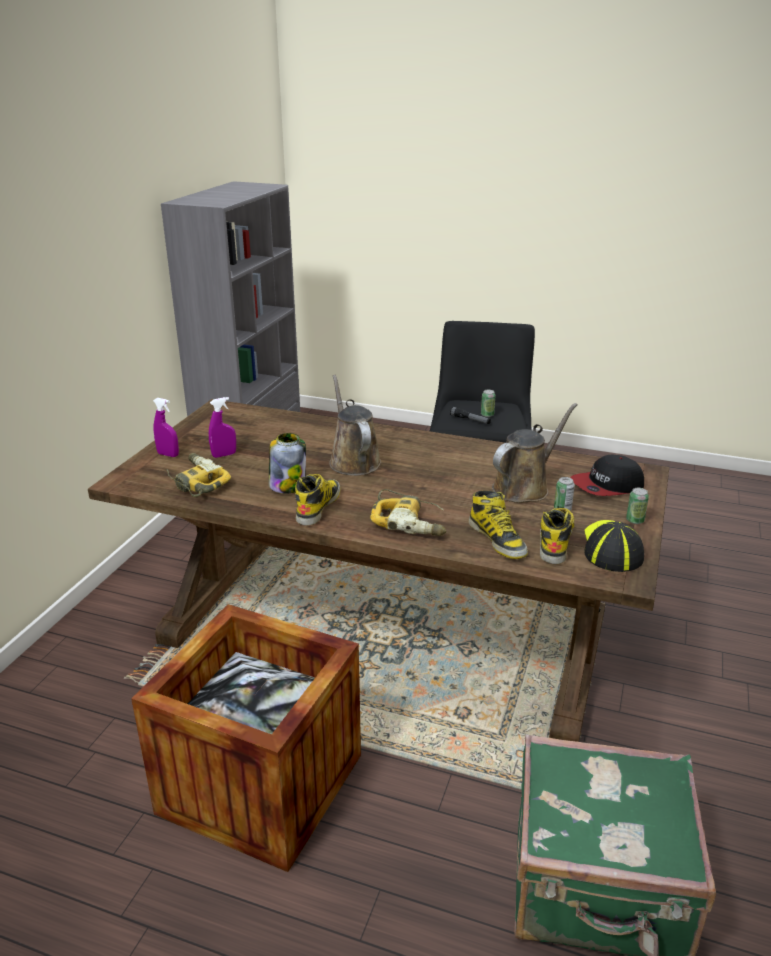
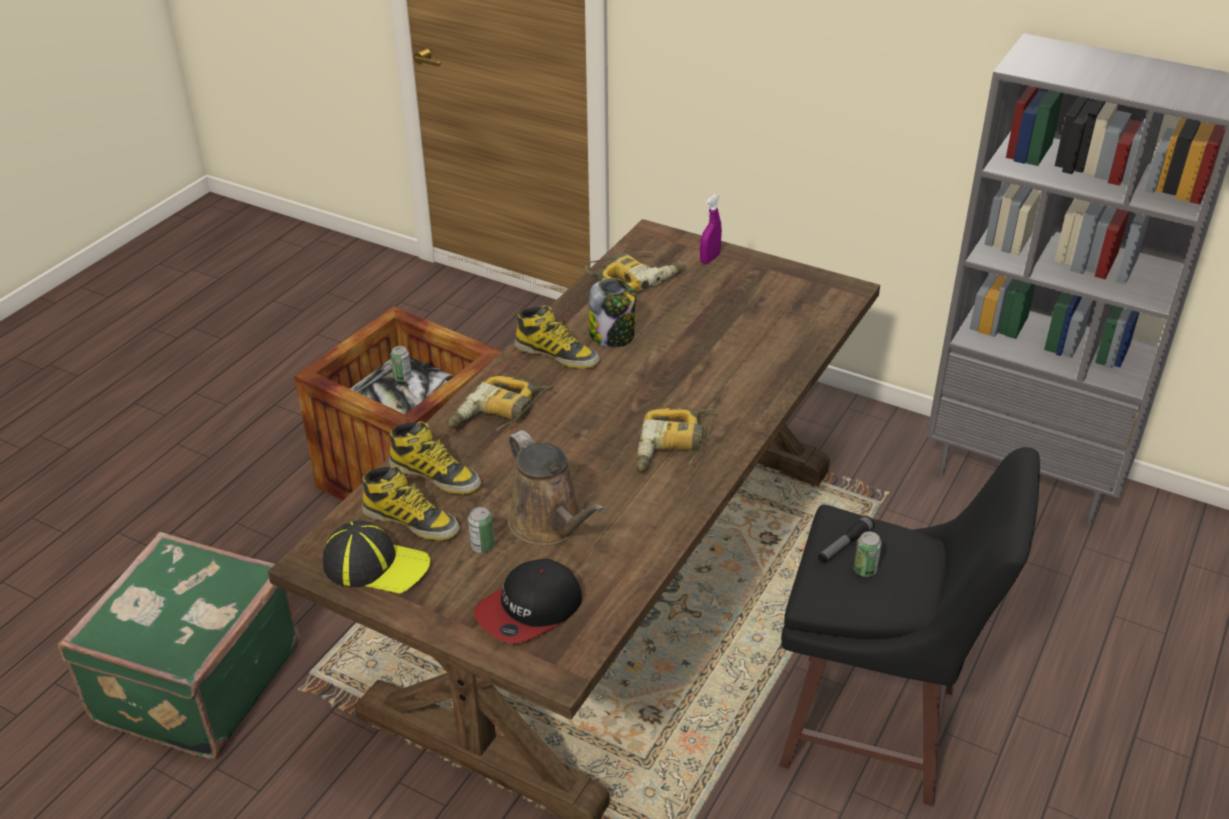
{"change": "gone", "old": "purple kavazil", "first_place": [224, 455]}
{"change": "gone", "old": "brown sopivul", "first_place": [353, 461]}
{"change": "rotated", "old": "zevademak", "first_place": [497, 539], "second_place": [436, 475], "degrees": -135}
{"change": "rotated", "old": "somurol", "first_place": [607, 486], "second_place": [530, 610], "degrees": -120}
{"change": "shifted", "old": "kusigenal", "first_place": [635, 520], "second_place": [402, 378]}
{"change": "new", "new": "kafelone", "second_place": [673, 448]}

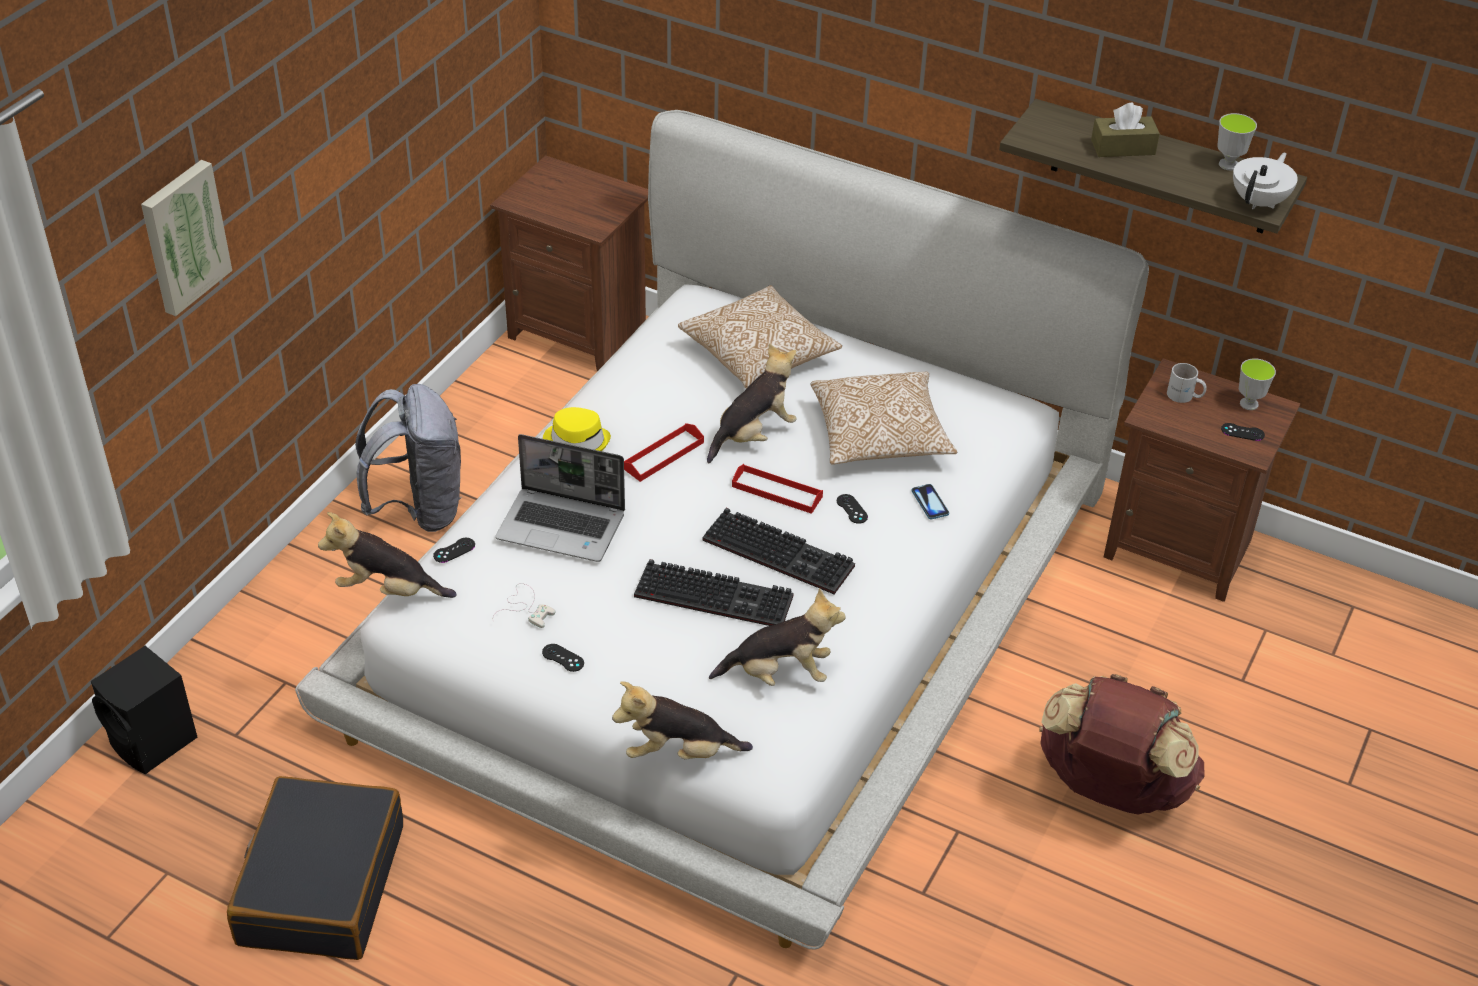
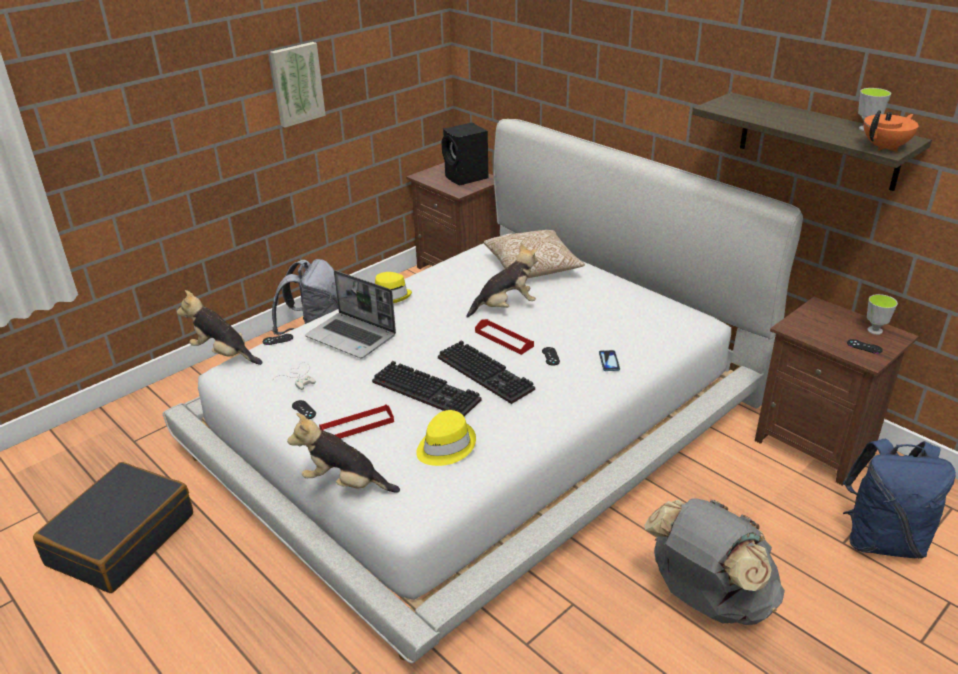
{"change": "shifted", "old": "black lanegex", "first_place": [154, 743], "second_place": [466, 178]}
{"change": "shifted", "old": "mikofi", "first_place": [183, 236], "second_place": [296, 84]}
{"change": "shifted", "old": "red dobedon", "first_place": [663, 455], "second_place": [357, 426]}
{"change": "swapped", "old": "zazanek", "new": "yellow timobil", "first_place": [780, 674], "second_place": [445, 446]}
{"change": "gone", "old": "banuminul", "first_place": [879, 437]}
{"change": "repainted", "old": "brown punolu", "new": "grey punolu", "first_place": [1110, 788], "second_place": [708, 599]}
{"change": "gone", "old": "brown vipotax", "first_place": [1123, 147]}
{"change": "gone", "old": "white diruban", "first_place": [1184, 396]}
{"change": "repainted", "old": "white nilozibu", "new": "orange nilozibu", "first_place": [1259, 202], "second_place": [885, 147]}
{"change": "new", "new": "blue punolu", "second_place": [882, 540]}

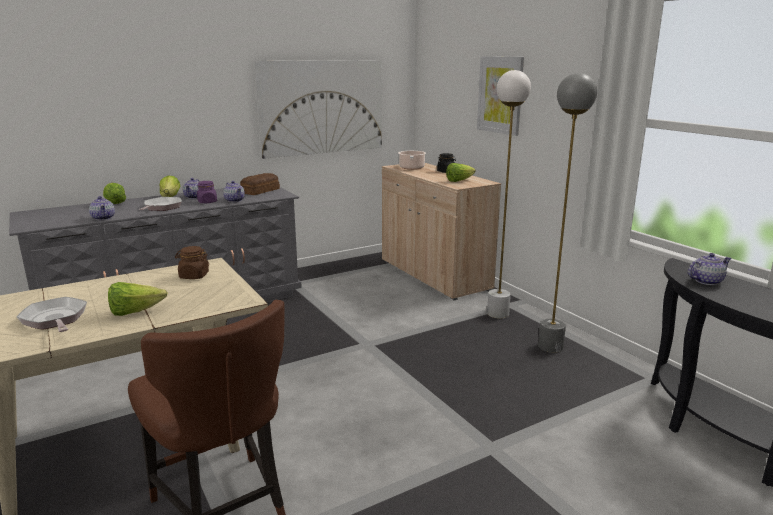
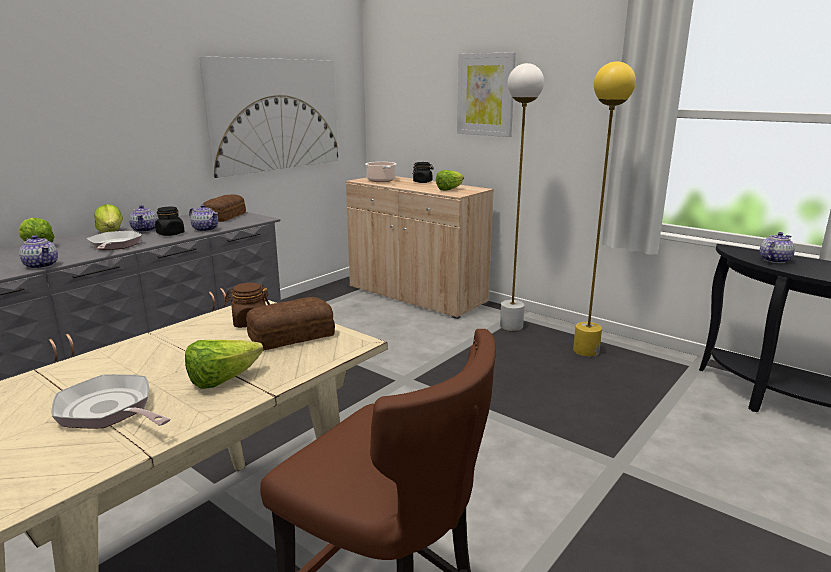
{"change": "repainted", "old": "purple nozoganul", "new": "black nozoganul", "first_place": [207, 202], "second_place": [170, 234]}
{"change": "repainted", "old": "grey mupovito", "new": "yellow mupovito", "first_place": [550, 347], "second_place": [585, 351]}
{"change": "new", "new": "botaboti", "second_place": [290, 336]}

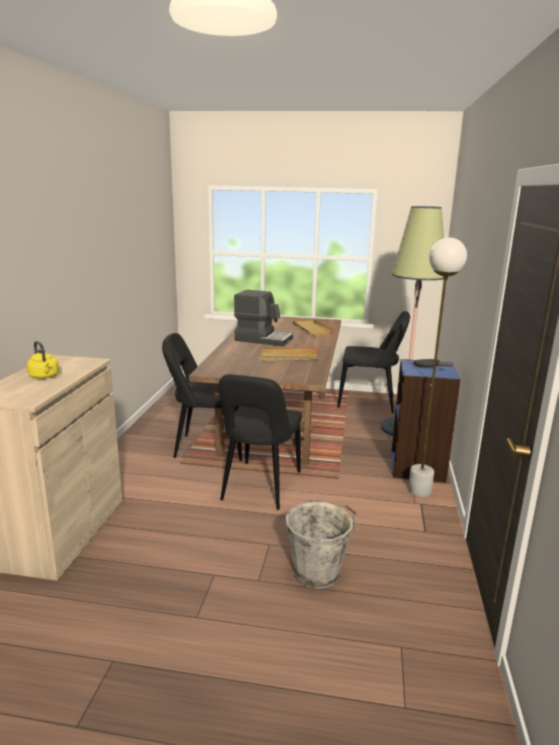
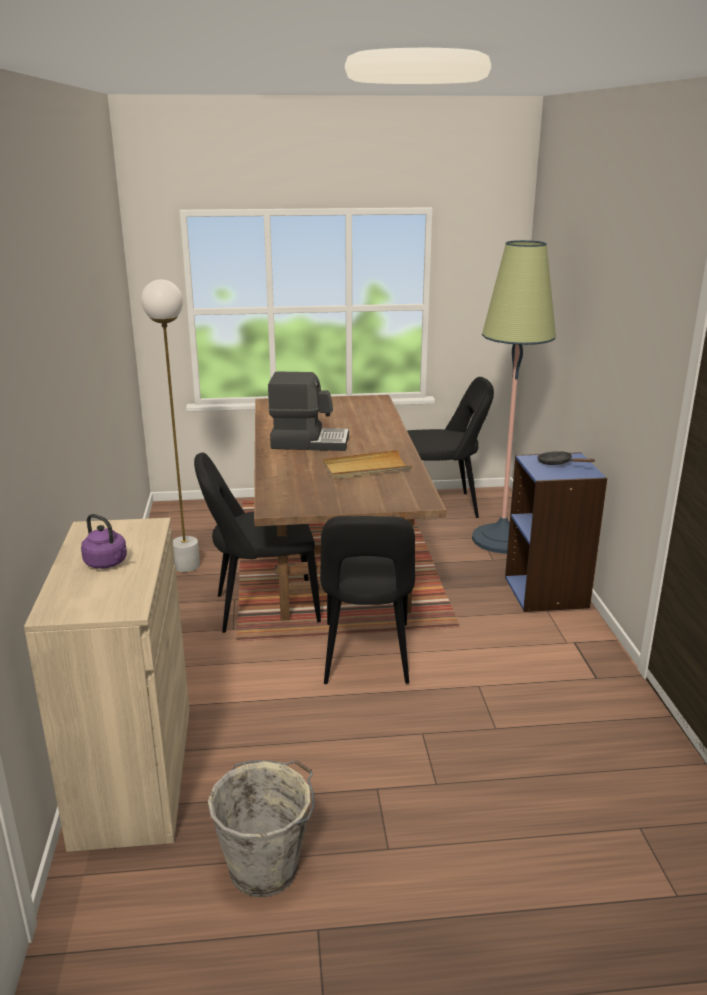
{"change": "repainted", "old": "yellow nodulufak", "new": "purple nodulufak", "first_place": [44, 377], "second_place": [107, 563]}
{"change": "shifted", "old": "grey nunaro", "first_place": [318, 572], "second_place": [266, 867]}
{"change": "gone", "old": "beige dobedon", "first_place": [311, 329]}
{"change": "shifted", "old": "white mupovito", "first_place": [419, 490], "second_place": [186, 566]}

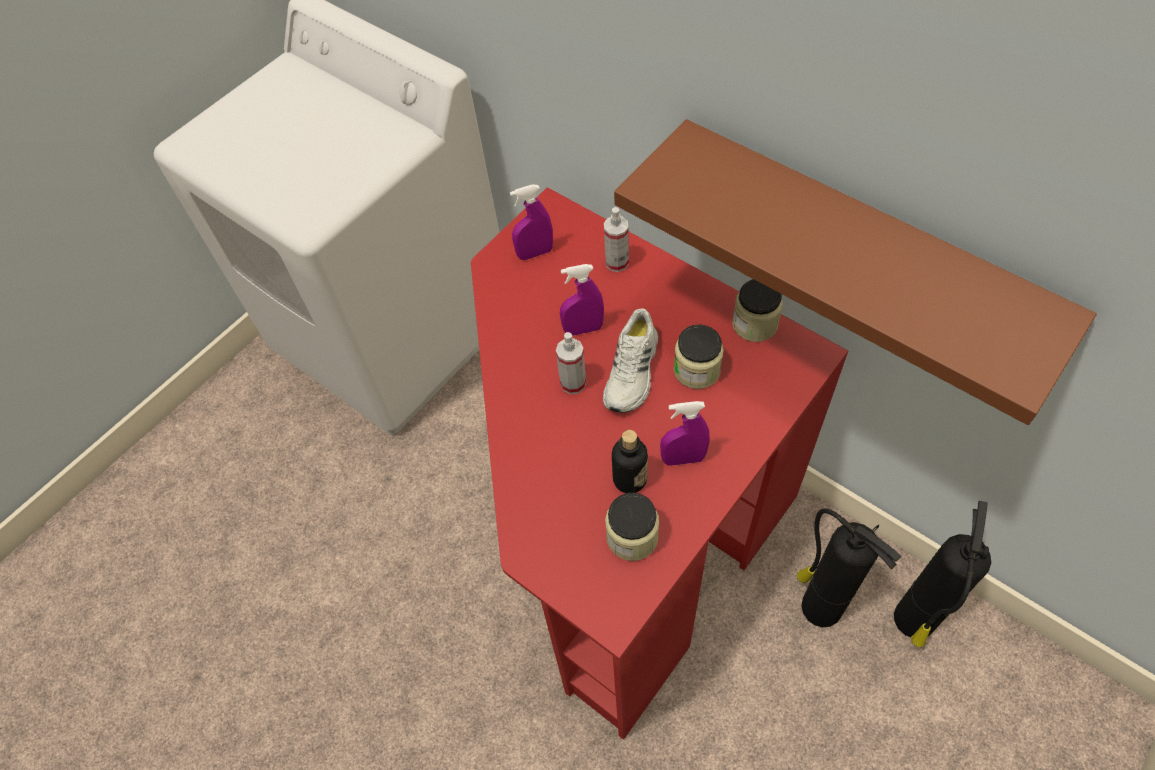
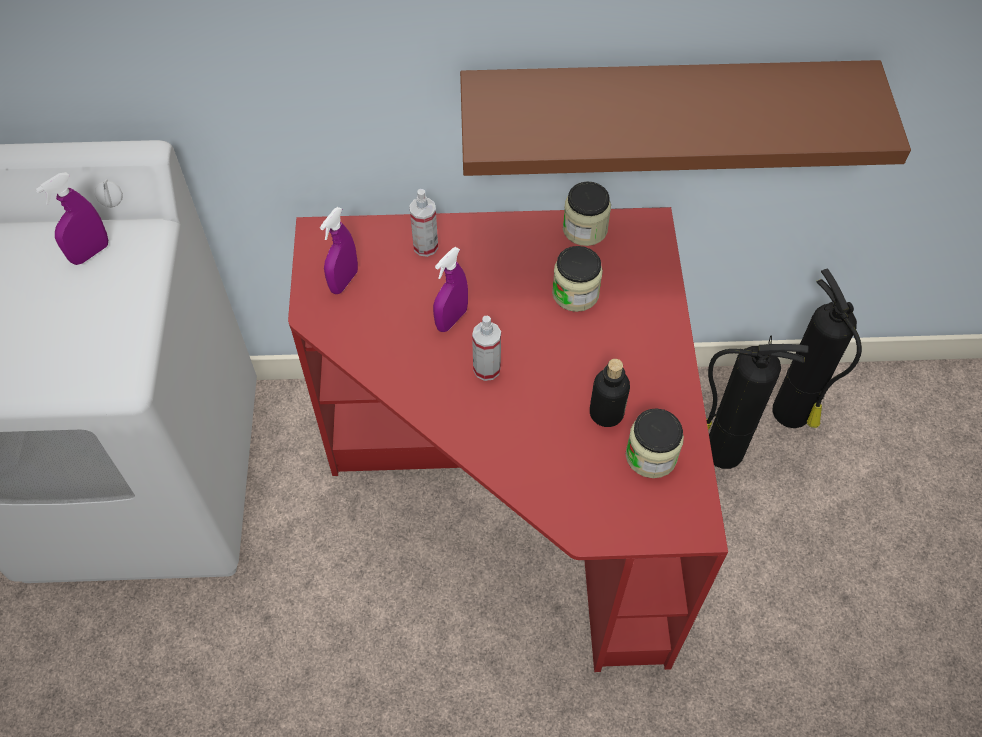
{"change": "gone", "old": "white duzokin", "first_place": [633, 372]}
{"change": "shifted", "old": "purple kavazil", "first_place": [683, 459], "second_place": [90, 253]}

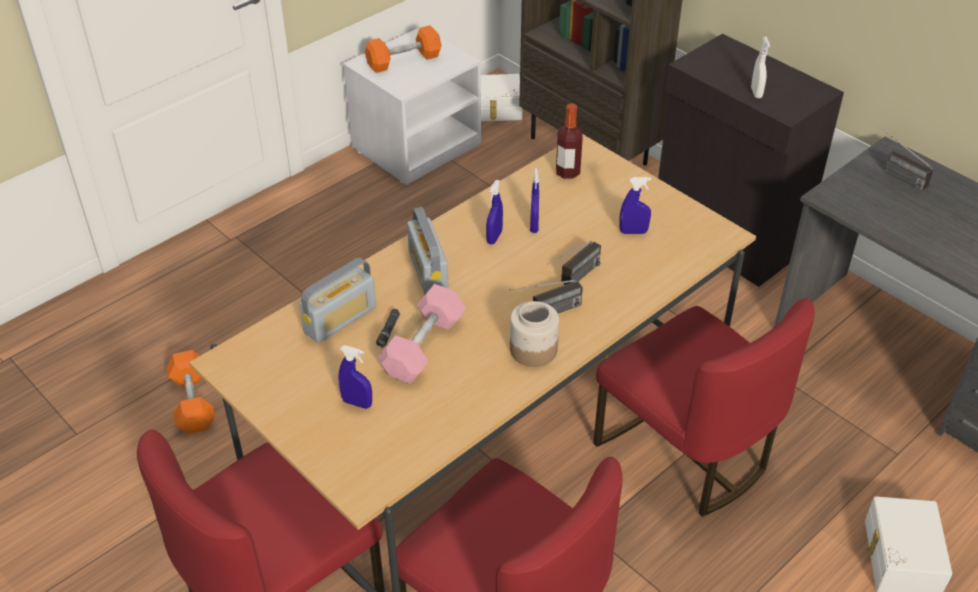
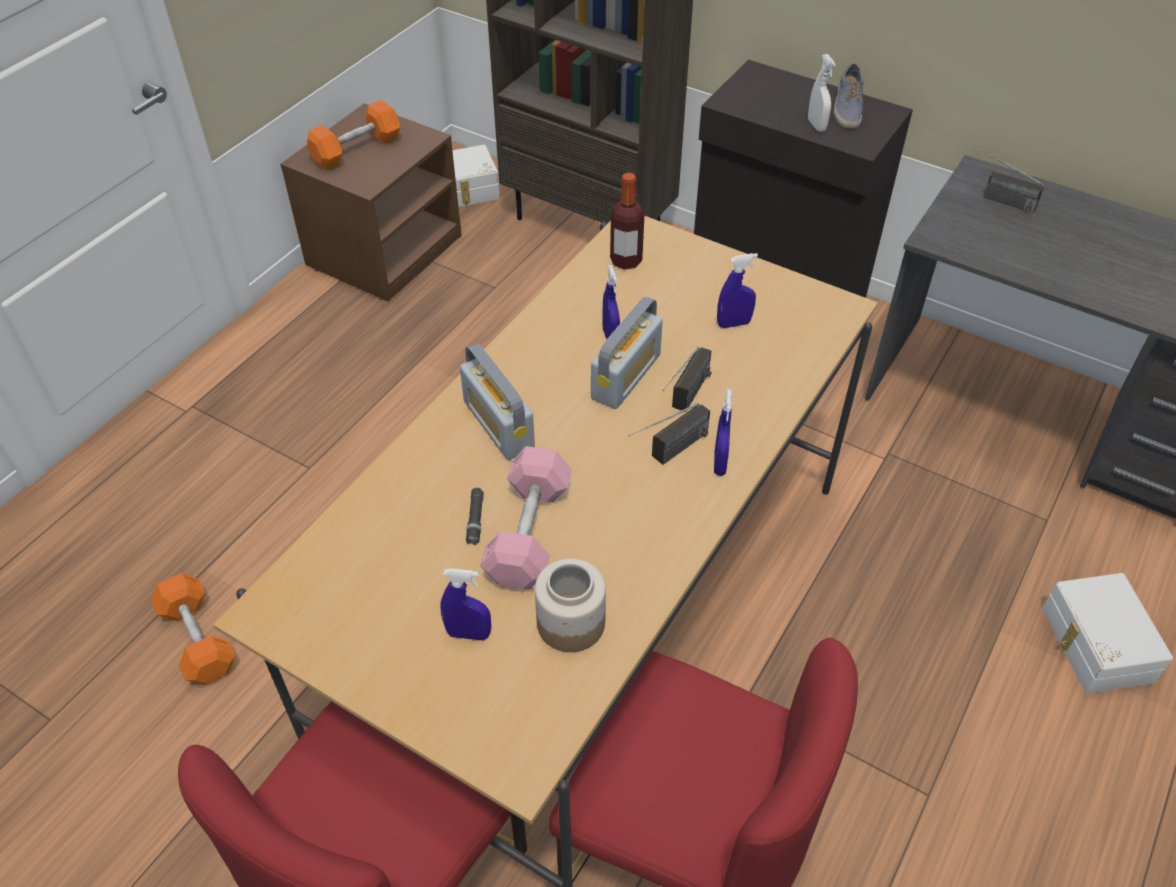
{"change": "shifted", "old": "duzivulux", "first_place": [340, 319], "second_place": [626, 376]}
{"change": "repainted", "old": "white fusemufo", "new": "brown fusemufo", "first_place": [416, 145], "second_place": [384, 250]}
{"change": "shifted", "old": "blue kavazil", "first_place": [494, 237], "second_place": [719, 463]}
{"change": "shifted", "old": "nozoganul", "first_place": [533, 350], "second_place": [570, 624]}
{"change": "gone", "old": "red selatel", "first_place": [686, 453]}
{"change": "new", "new": "duzokin", "second_place": [846, 109]}

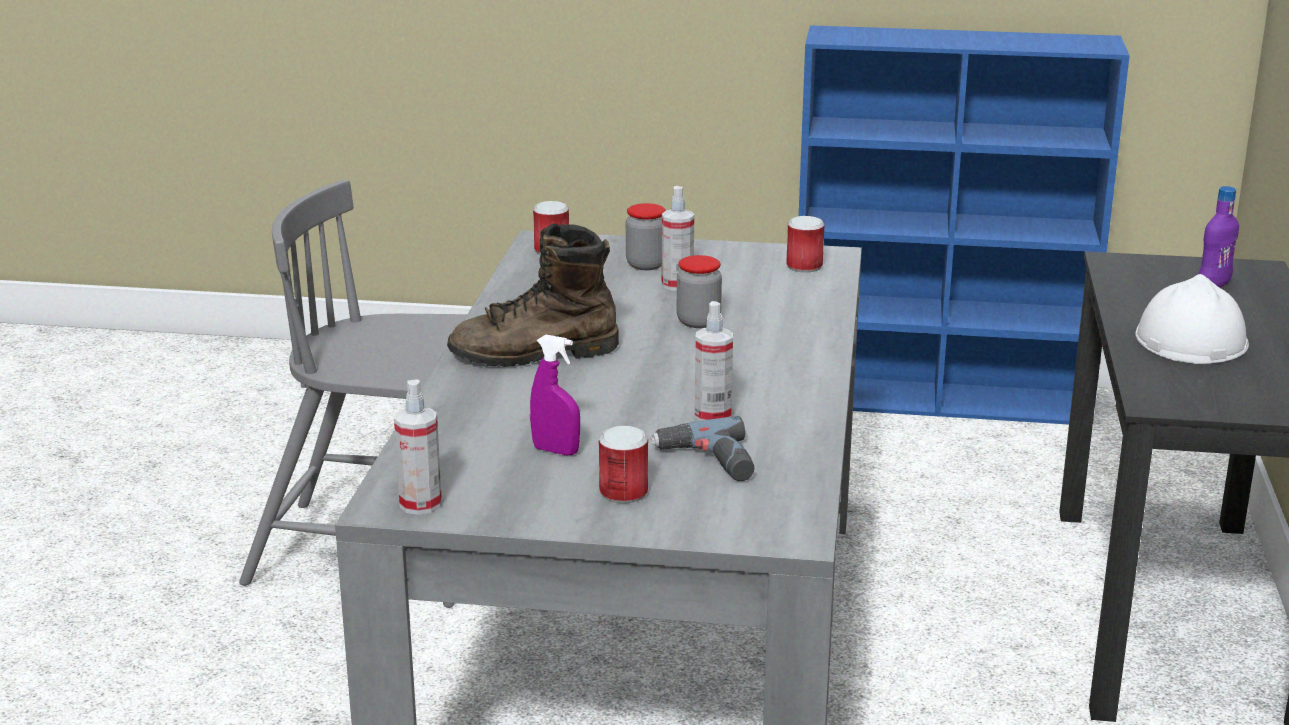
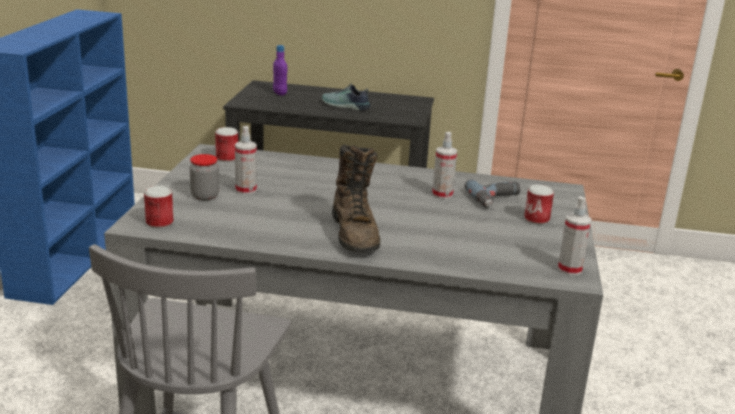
{"change": "gone", "old": "purple kavazil", "first_place": [555, 451]}
{"change": "gone", "old": "nozoganul", "first_place": [698, 322]}
{"change": "swapped", "old": "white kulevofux", "new": "duzokin", "first_place": [1190, 340], "second_place": [345, 106]}

